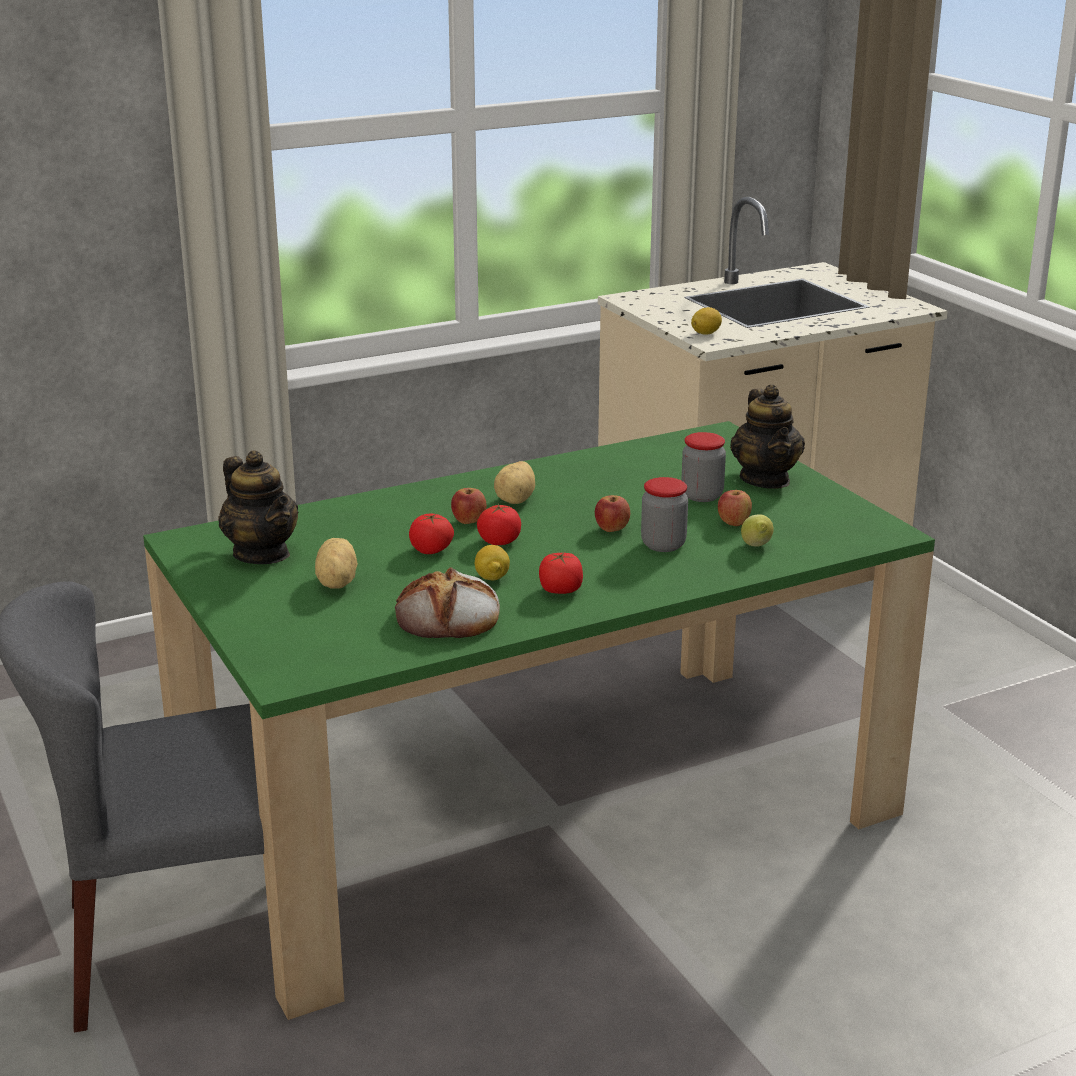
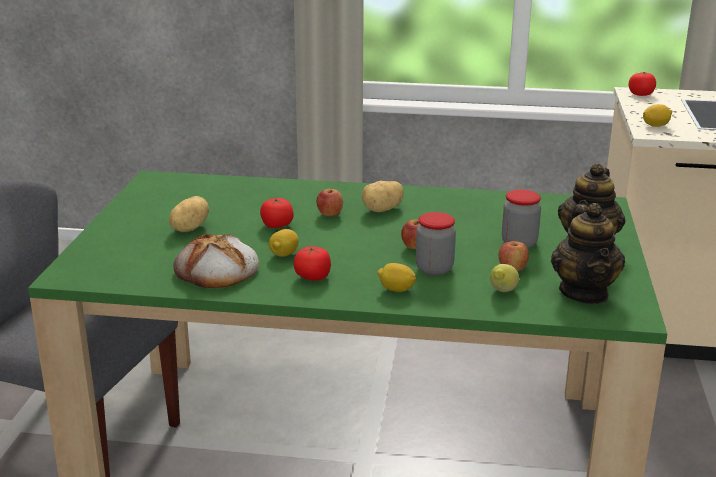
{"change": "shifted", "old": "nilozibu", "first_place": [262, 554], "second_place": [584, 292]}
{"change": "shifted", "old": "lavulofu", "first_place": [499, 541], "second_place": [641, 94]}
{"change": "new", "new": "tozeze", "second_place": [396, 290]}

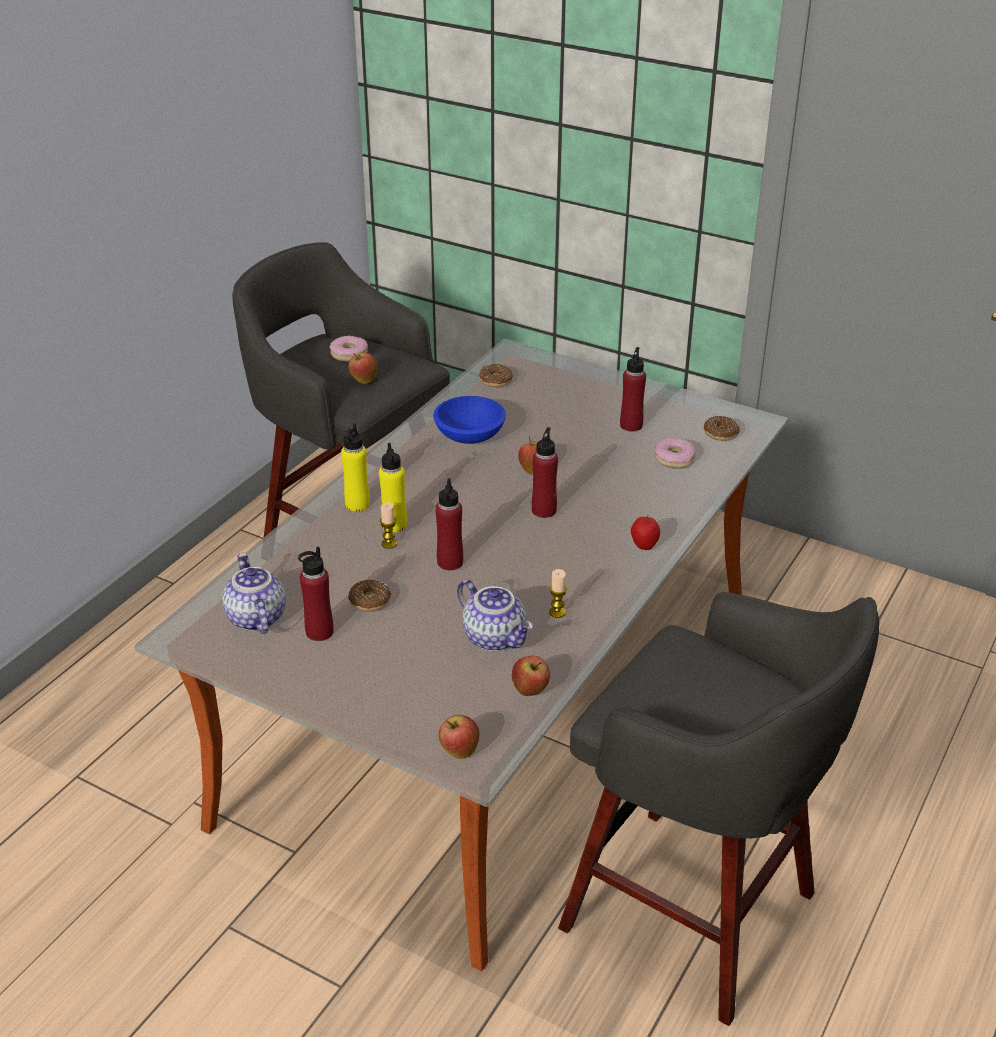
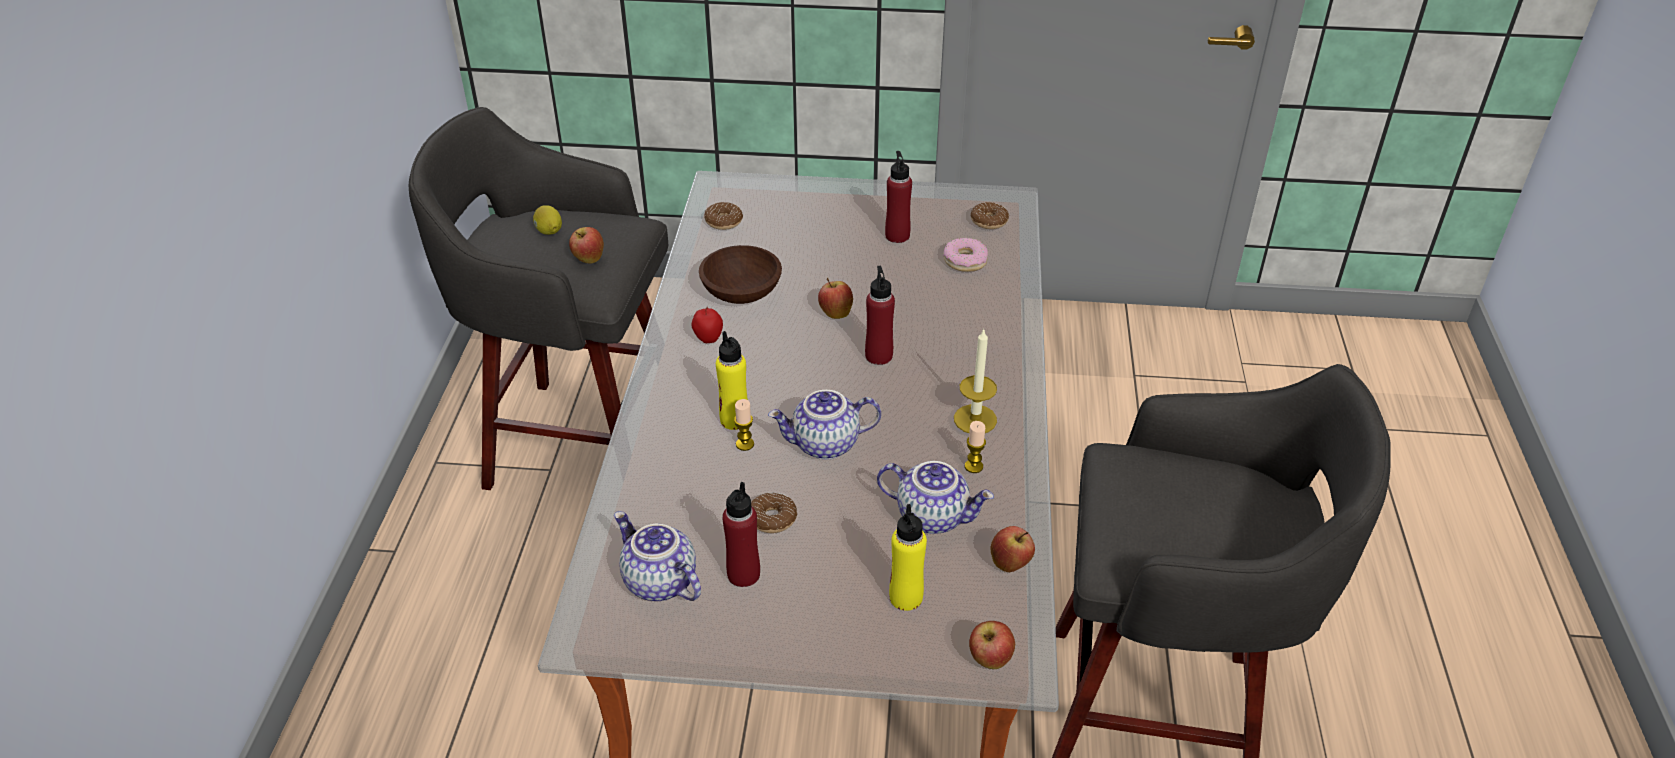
{"change": "swapped", "old": "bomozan", "new": "tozeze", "first_place": [349, 354], "second_place": [549, 232]}
{"change": "shifted", "old": "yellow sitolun", "first_place": [357, 504], "second_place": [906, 597]}
{"change": "repainted", "old": "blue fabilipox", "new": "brown fabilipox", "first_place": [470, 435], "second_place": [742, 291]}
{"change": "swapped", "old": "red sitolun", "new": "nilozibu", "first_place": [450, 562], "second_place": [825, 445]}
{"change": "shifted", "old": "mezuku", "first_place": [644, 546], "second_place": [708, 339]}
{"change": "new", "new": "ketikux", "second_place": [975, 419]}

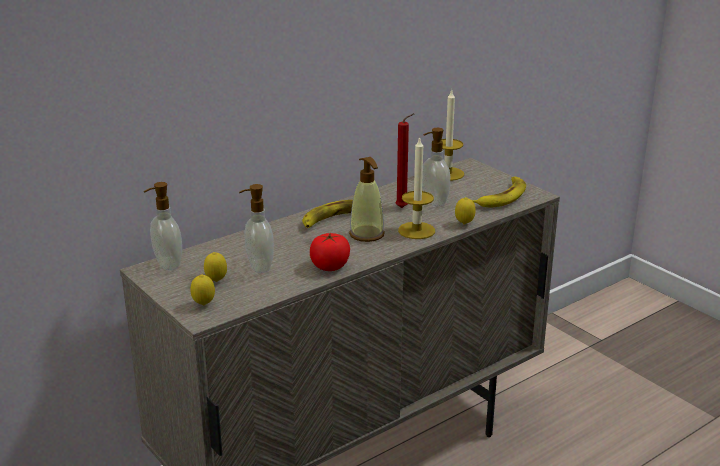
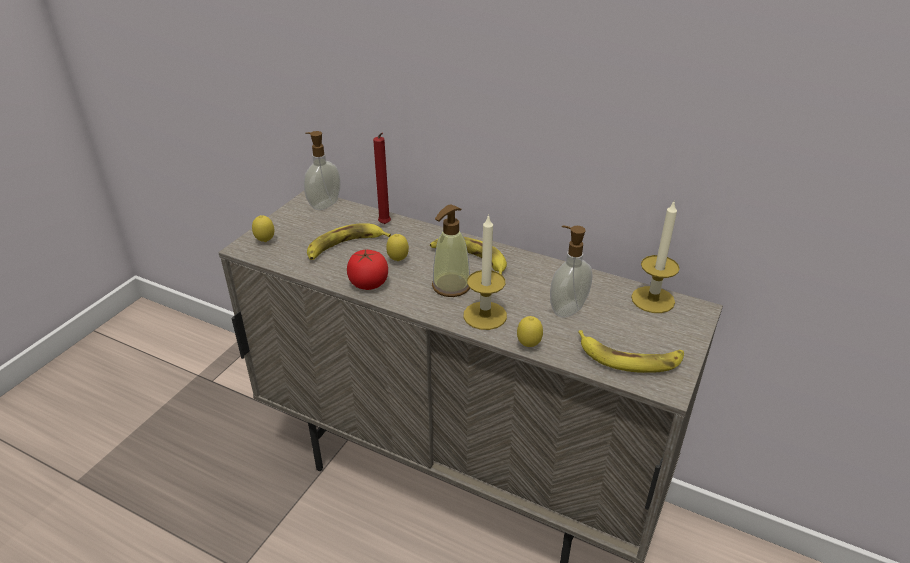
{"change": "shifted", "old": "tozeze", "first_place": [216, 281], "second_place": [398, 260]}
{"change": "swapped", "old": "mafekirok", "new": "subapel", "first_place": [258, 267], "second_place": [345, 246]}
{"change": "shifted", "old": "red ketikux", "first_place": [403, 208], "second_place": [385, 225]}

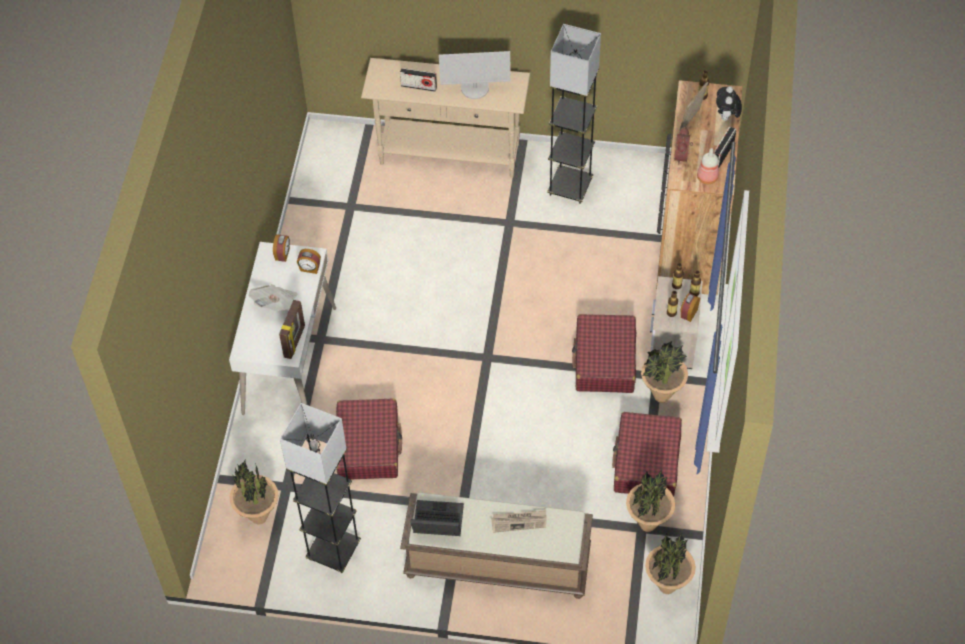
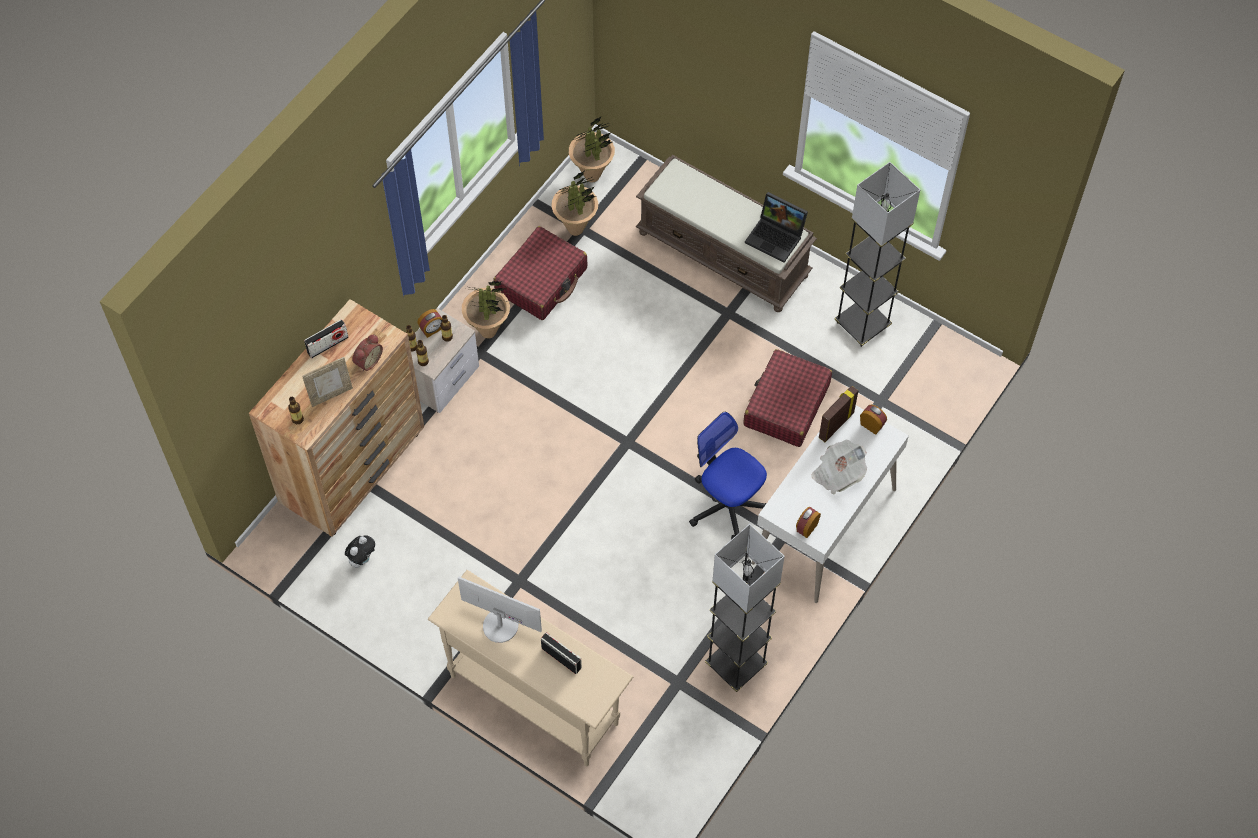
{"change": "gone", "old": "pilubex", "first_place": [259, 517]}
{"change": "shifted", "old": "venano", "first_place": [310, 268], "second_place": [872, 425]}
{"change": "gone", "old": "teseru", "first_place": [519, 521]}
{"change": "shifted", "old": "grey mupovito", "first_place": [570, 187], "second_place": [736, 665]}
{"change": "gone", "old": "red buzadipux", "first_place": [604, 361]}
{"change": "gone", "old": "sitolun", "first_place": [707, 178]}
{"change": "shifted", "old": "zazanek", "first_place": [726, 117], "second_place": [362, 559]}
{"change": "new", "new": "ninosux", "second_place": [727, 504]}

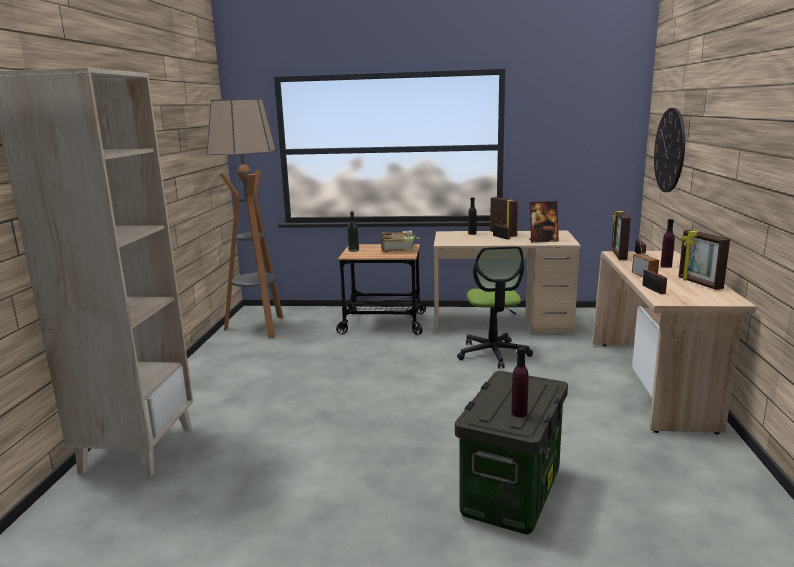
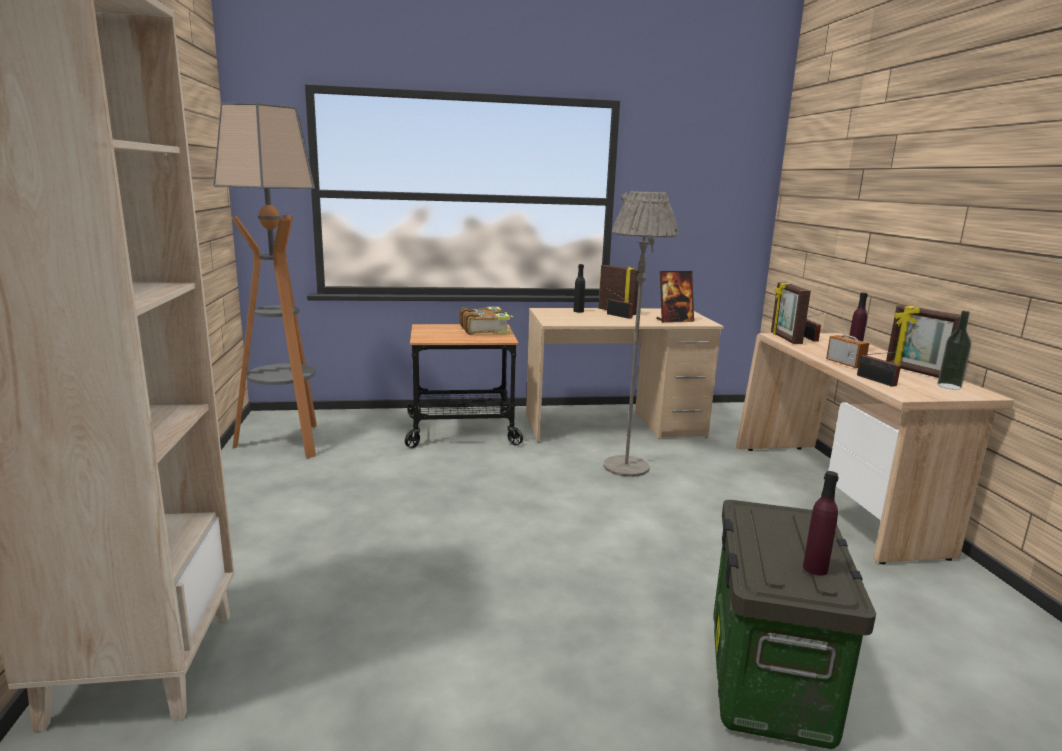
{"change": "shifted", "old": "sitolun", "first_place": [353, 250], "second_place": [949, 386]}
{"change": "swapped", "old": "ninosux", "new": "grey mupovito", "first_place": [493, 353], "second_place": [626, 467]}
{"change": "gone", "old": "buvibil", "first_place": [669, 150]}

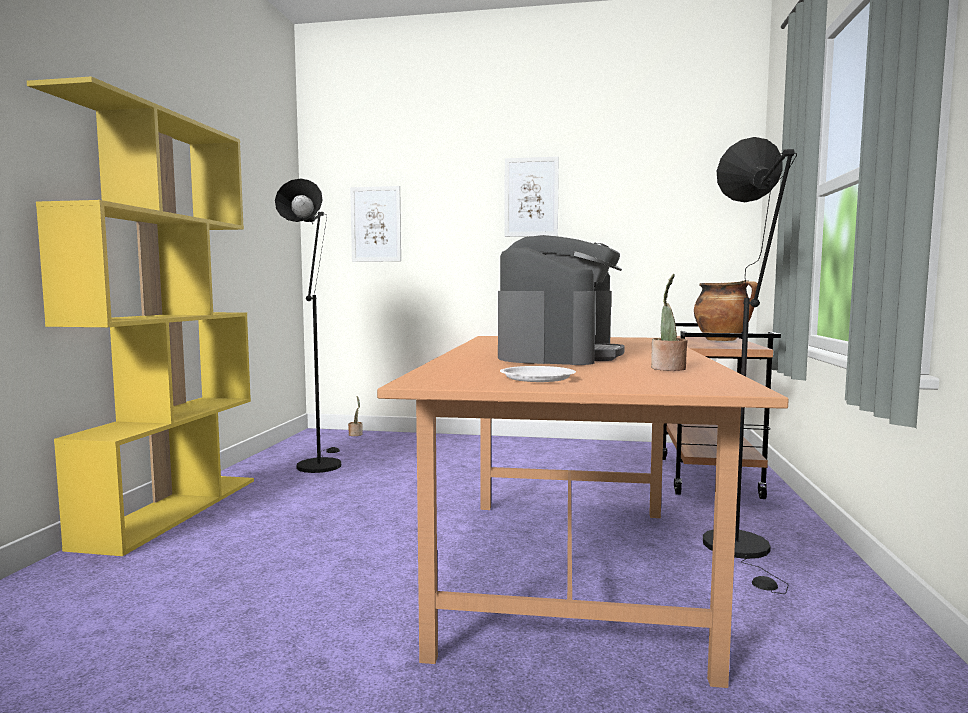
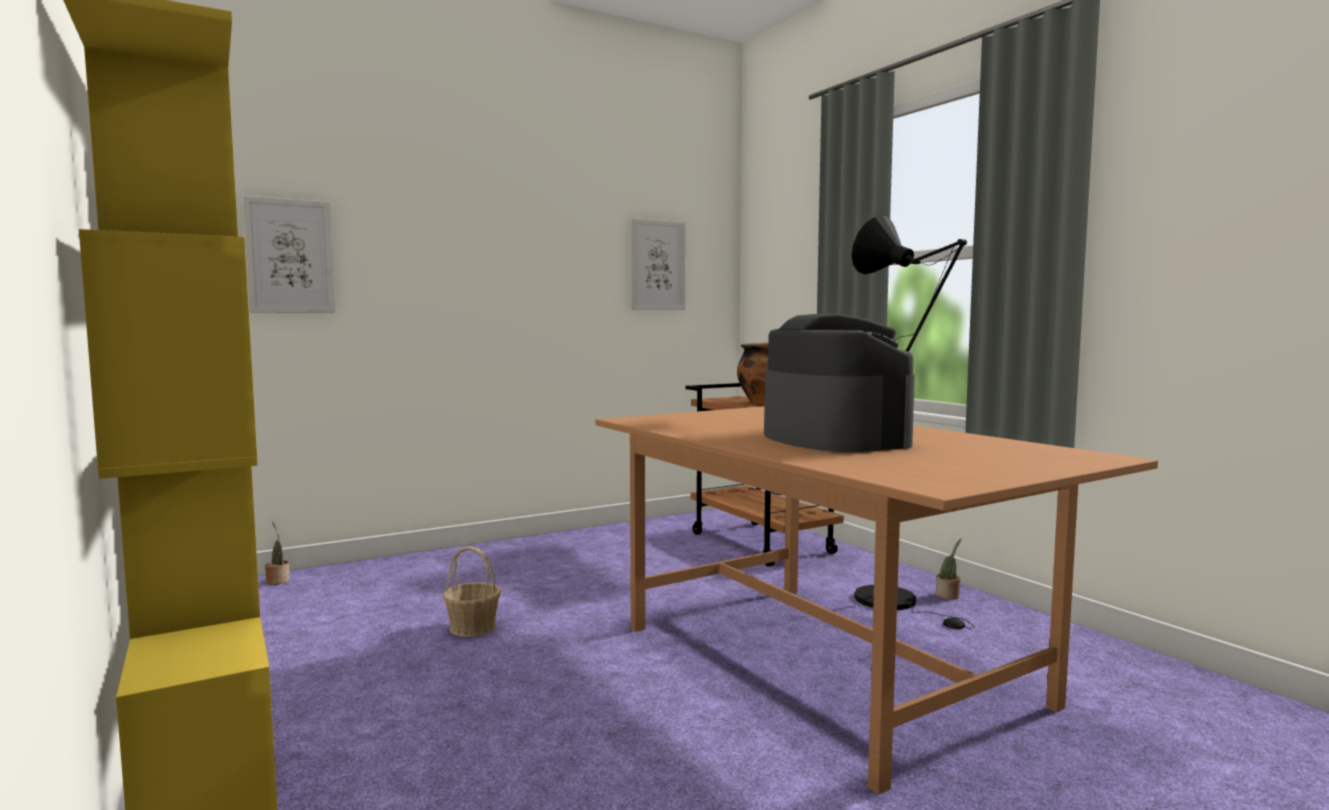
{"change": "gone", "old": "black mupovito", "first_place": [319, 464]}
{"change": "gone", "old": "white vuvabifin", "first_place": [537, 378]}
{"change": "shifted", "old": "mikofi", "first_place": [531, 197], "second_place": [657, 265]}
{"change": "shifted", "old": "pilubex", "first_place": [668, 369], "second_place": [948, 596]}
{"change": "new", "new": "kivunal", "second_place": [473, 627]}

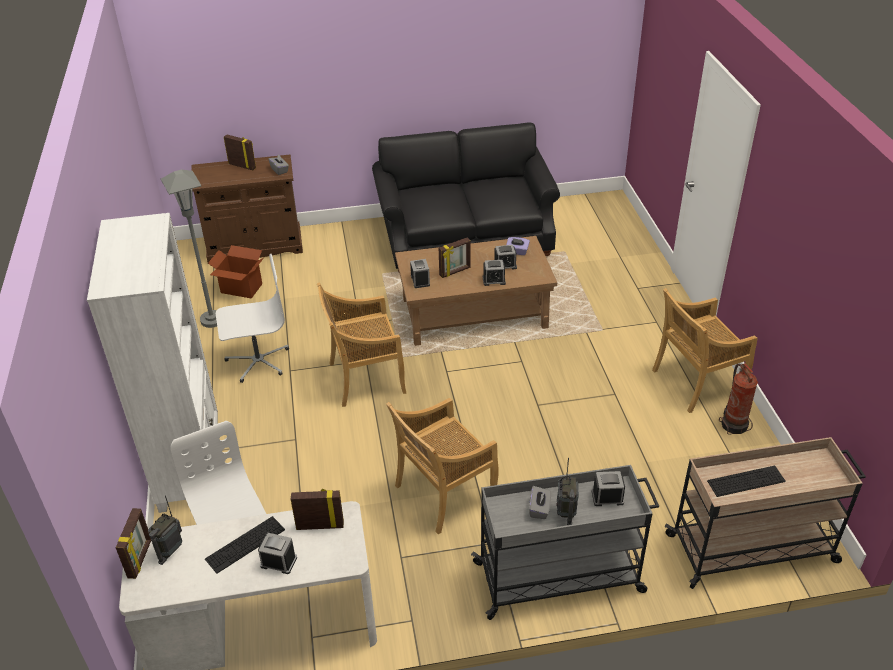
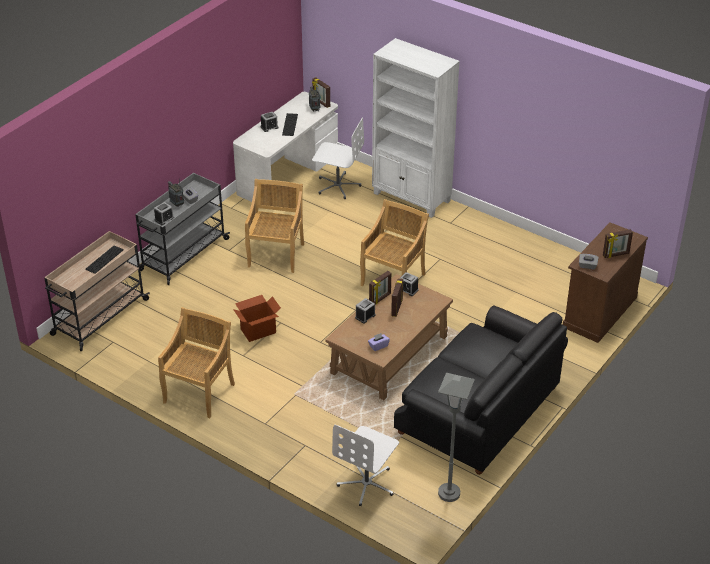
{"change": "shifted", "old": "grey mupovito", "first_place": [212, 320], "second_place": [449, 493]}
{"change": "shifted", "old": "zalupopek", "first_place": [241, 289], "second_place": [258, 331]}
{"change": "shifted", "old": "white ninosux", "first_place": [258, 361], "second_place": [367, 484]}
{"change": "shifted", "old": "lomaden", "first_place": [320, 525], "second_place": [380, 299]}
{"change": "gone", "old": "venano", "first_place": [505, 265]}
{"change": "gone", "old": "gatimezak", "first_place": [734, 424]}

